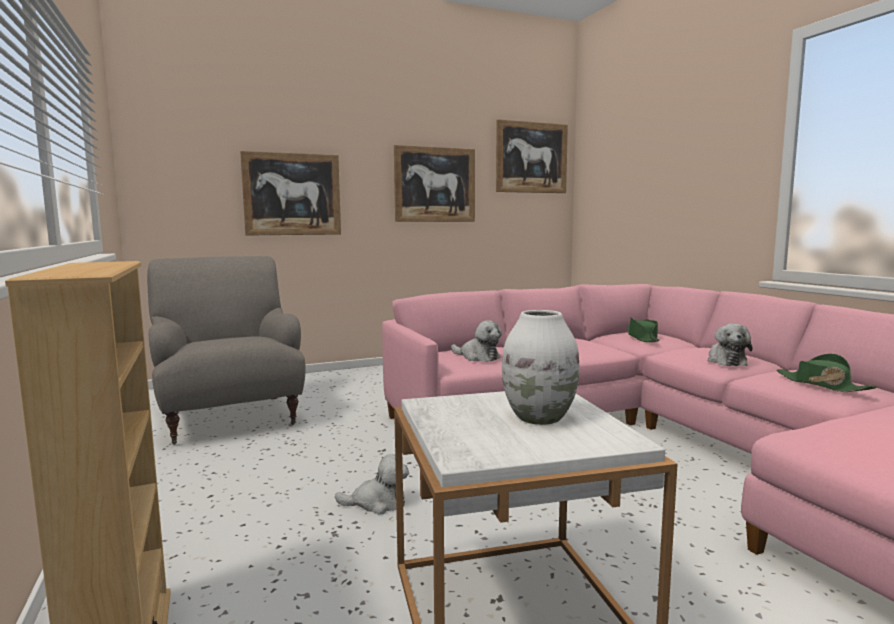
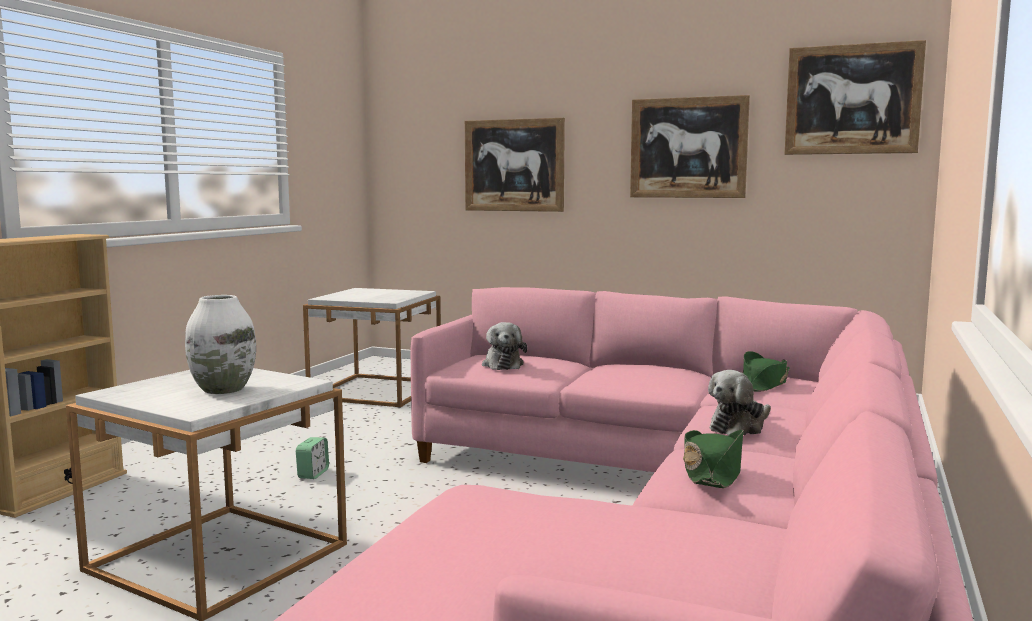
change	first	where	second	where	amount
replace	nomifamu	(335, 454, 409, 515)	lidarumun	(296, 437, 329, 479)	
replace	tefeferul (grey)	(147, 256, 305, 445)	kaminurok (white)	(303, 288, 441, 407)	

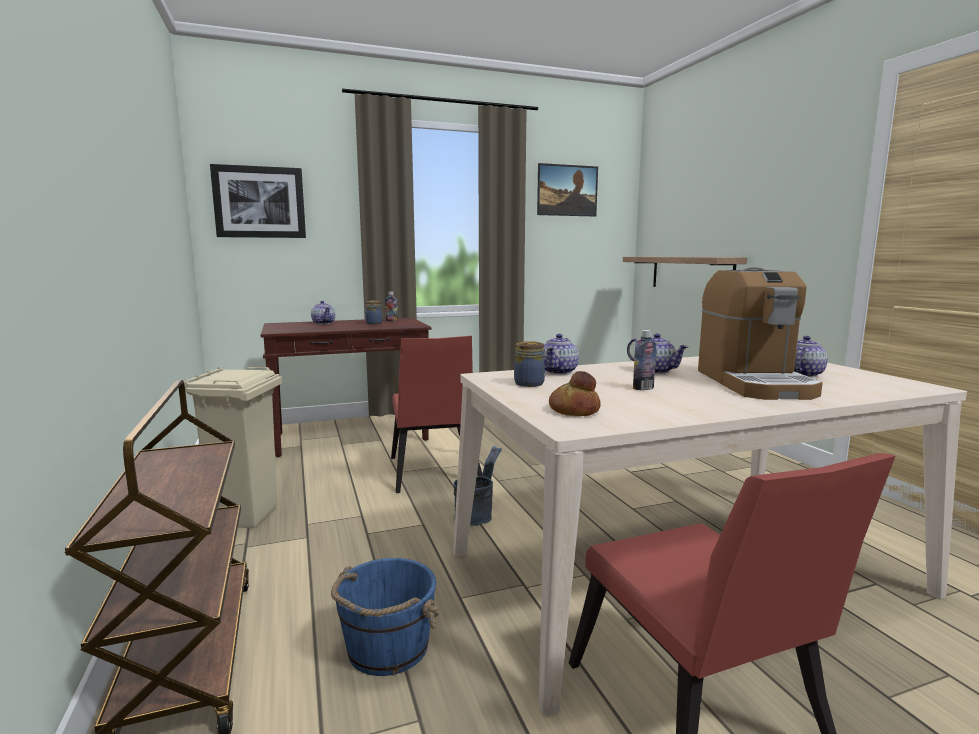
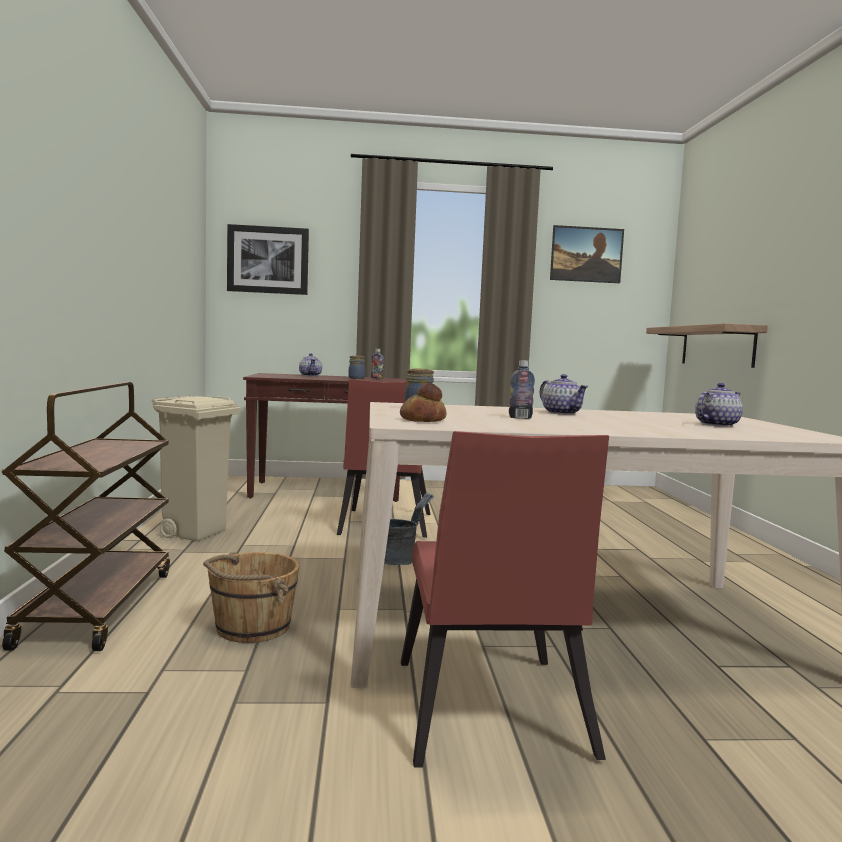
change	first	where	second	where	amount
recolor	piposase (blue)	(331, 558, 440, 676)	piposase (brown)	(203, 552, 300, 643)	
delete	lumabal	(543, 334, 579, 375)			
delete	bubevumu	(698, 267, 823, 400)			

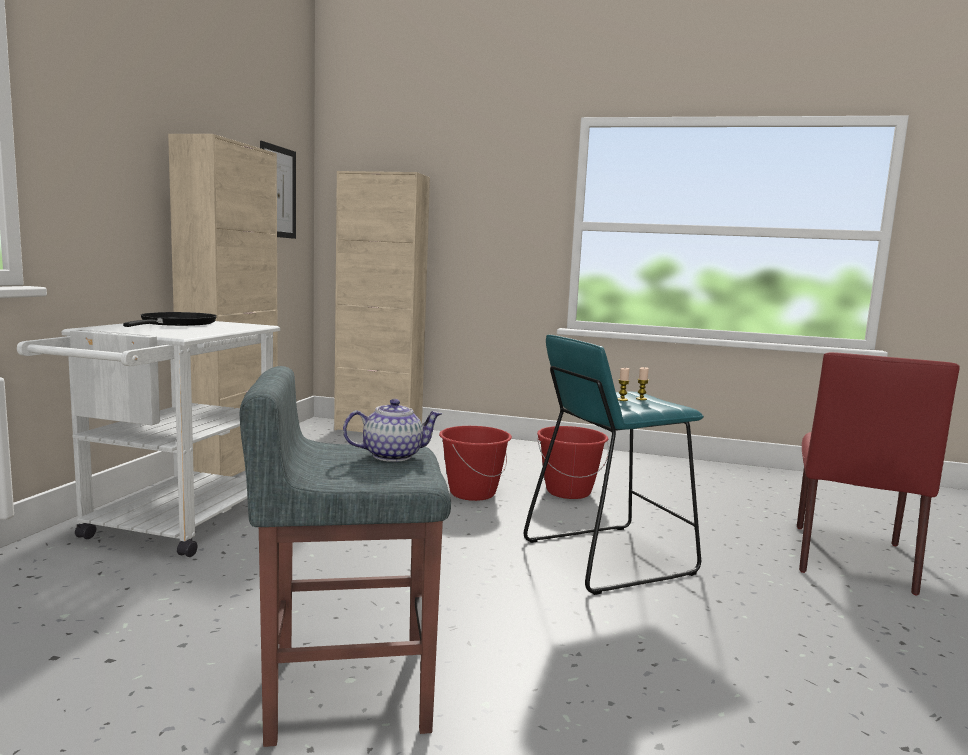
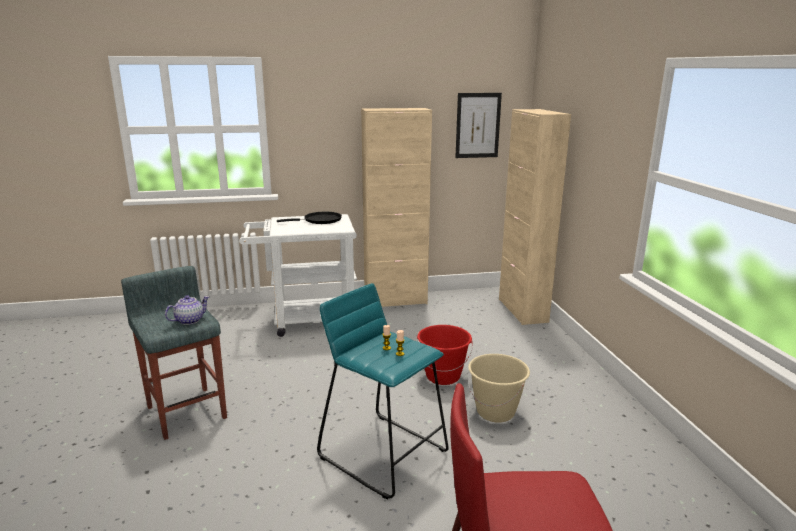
change	first	where	second	where	amount
rotate	lumabal	(343, 399, 442, 462)		(165, 295, 210, 325)	90 degrees counterclockwise
recolor	piposase (red)	(537, 426, 609, 499)	piposase (beige)	(468, 354, 530, 423)	

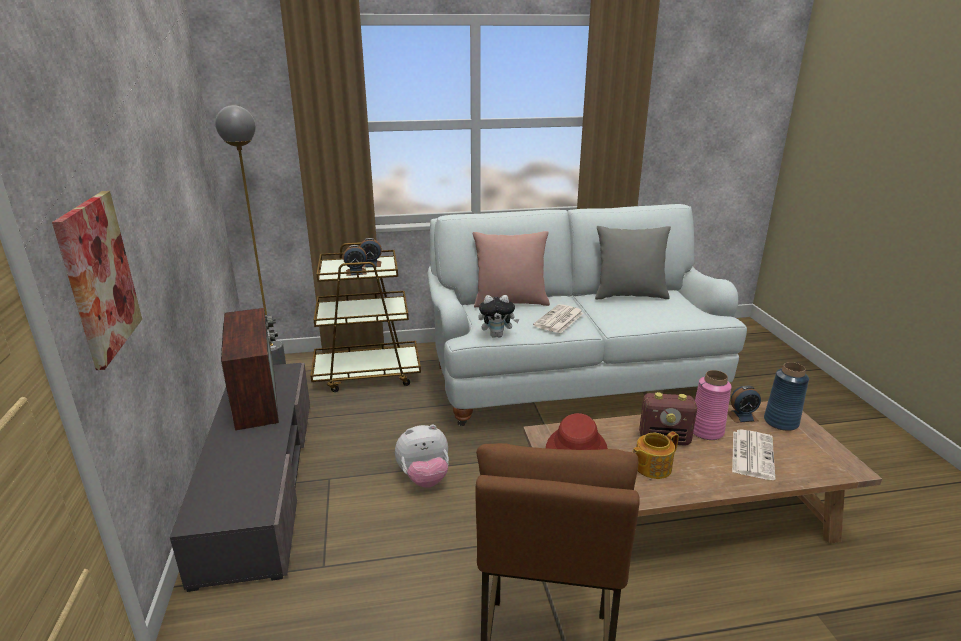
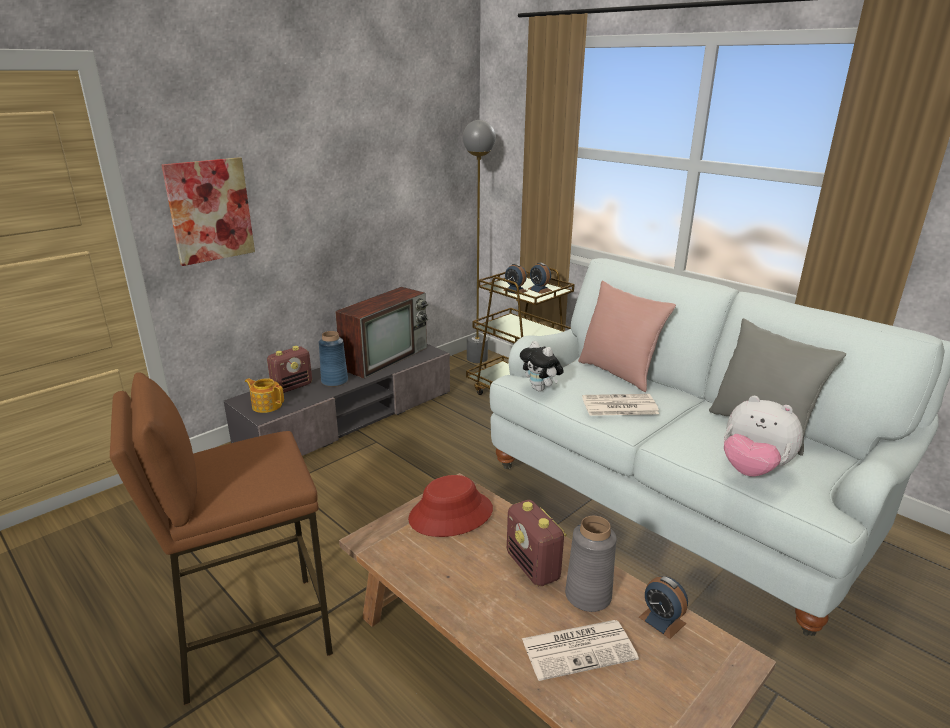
change	first	where	second	where	amount
move	lumabal	(632, 431, 679, 479)		(245, 378, 284, 413)	
insert			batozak	(267, 346, 312, 393)	
move	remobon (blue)	(764, 362, 809, 431)		(319, 331, 348, 387)	
recolor	remobon (pink)	(693, 370, 732, 440)	remobon (grey)	(565, 516, 617, 612)	
move	nomifamu	(395, 425, 449, 488)		(724, 396, 803, 477)	

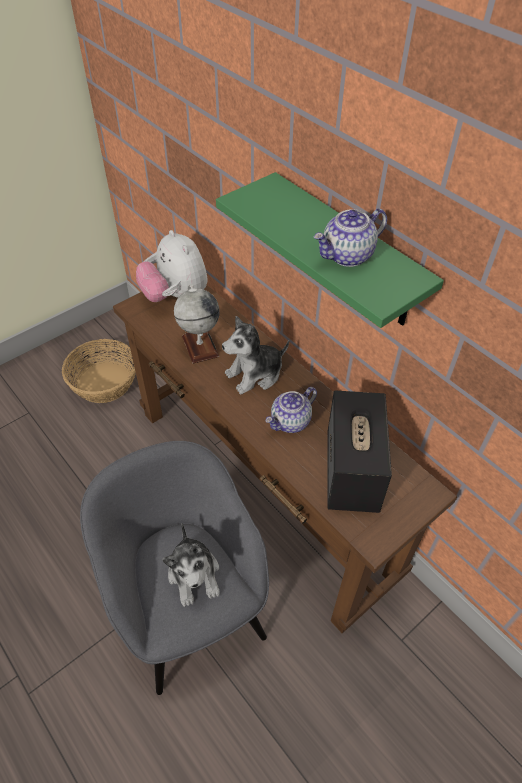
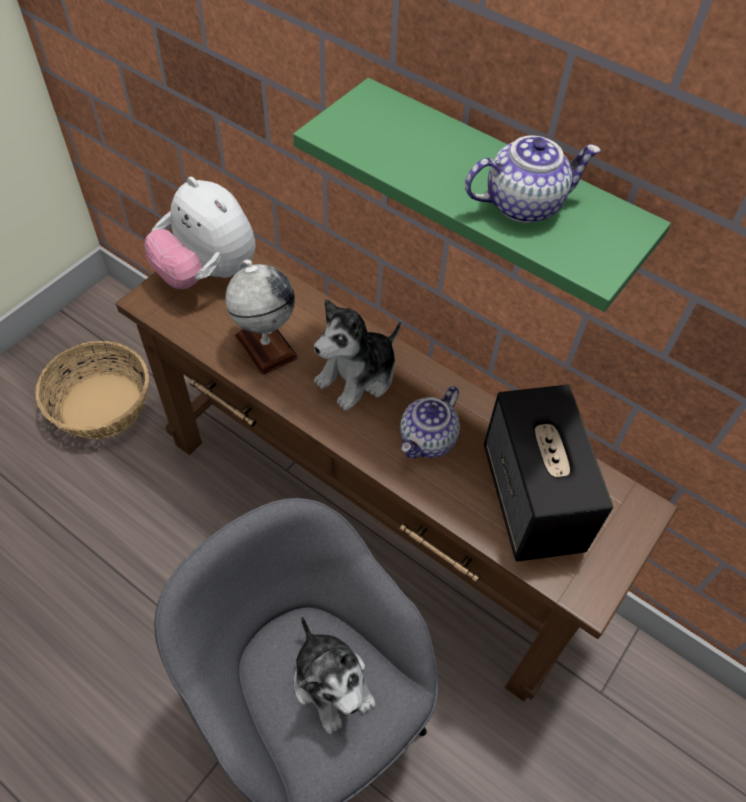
change	first	where	second	where	amount
rotate	lumabal	(314, 208, 387, 267)		(465, 135, 601, 223)	150 degrees counterclockwise

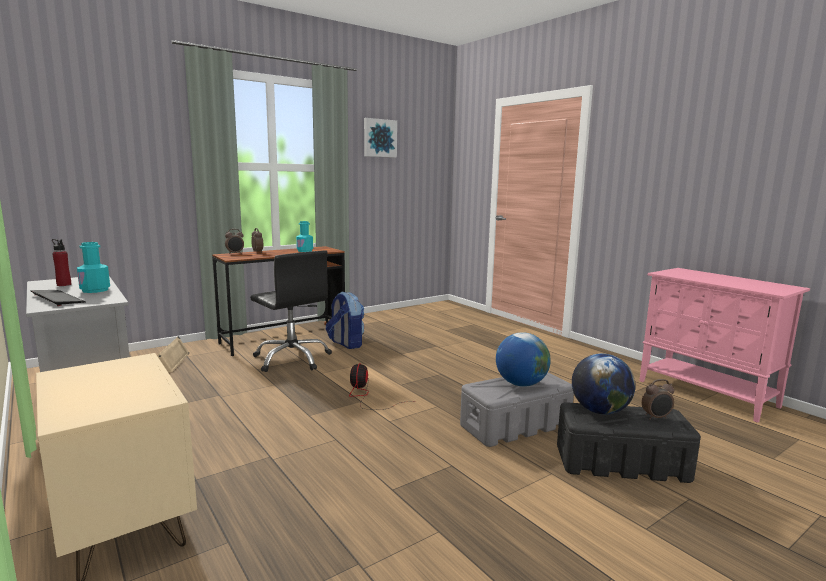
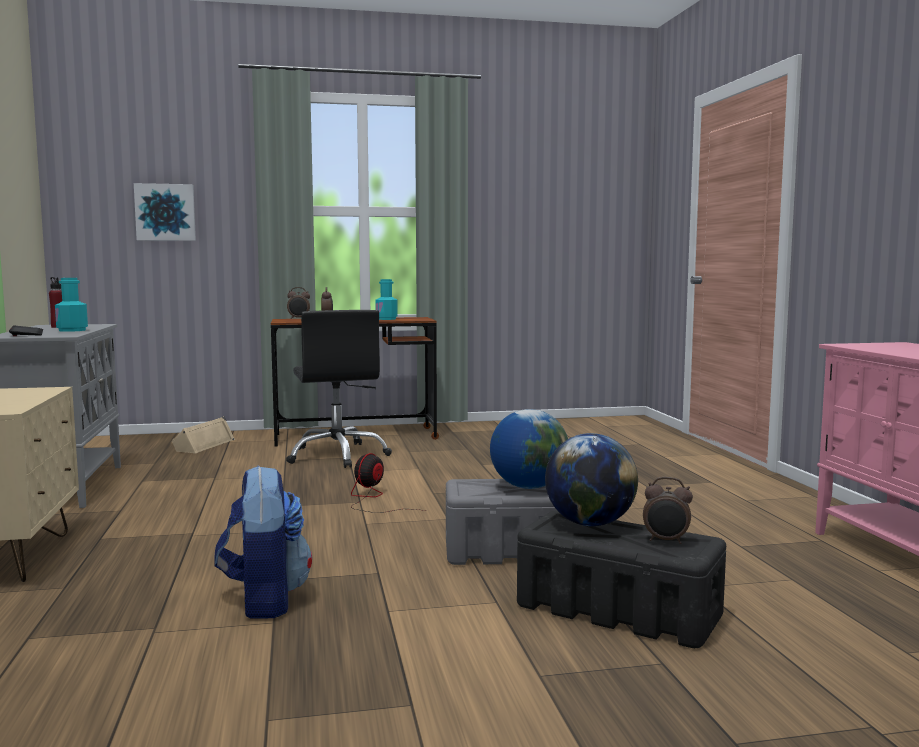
change	first	where	second	where	amount
move	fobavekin	(364, 118, 397, 158)		(134, 183, 196, 241)	
move	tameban	(326, 292, 364, 349)		(215, 465, 312, 619)	

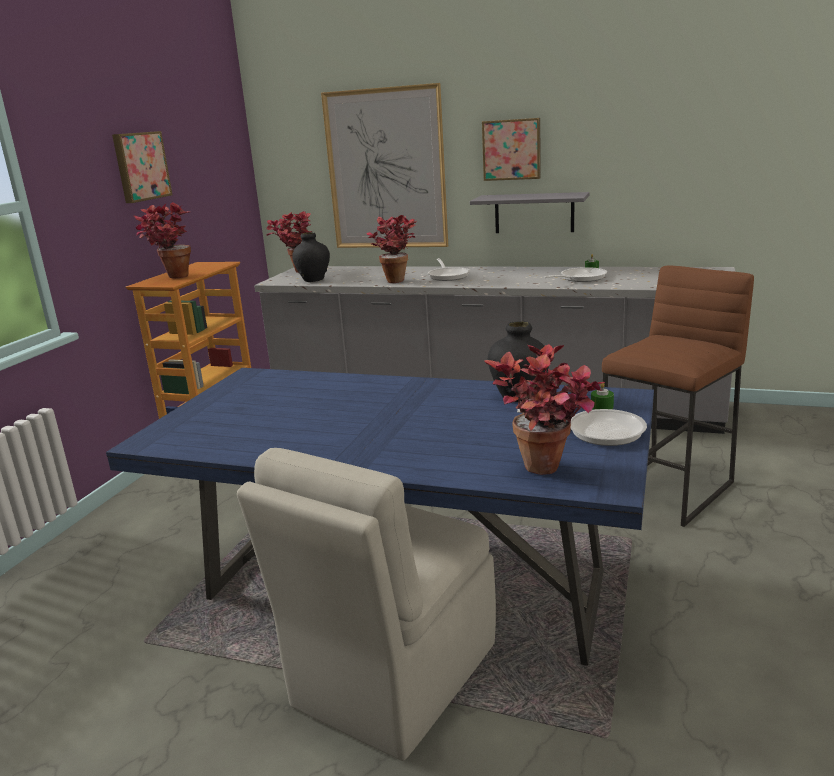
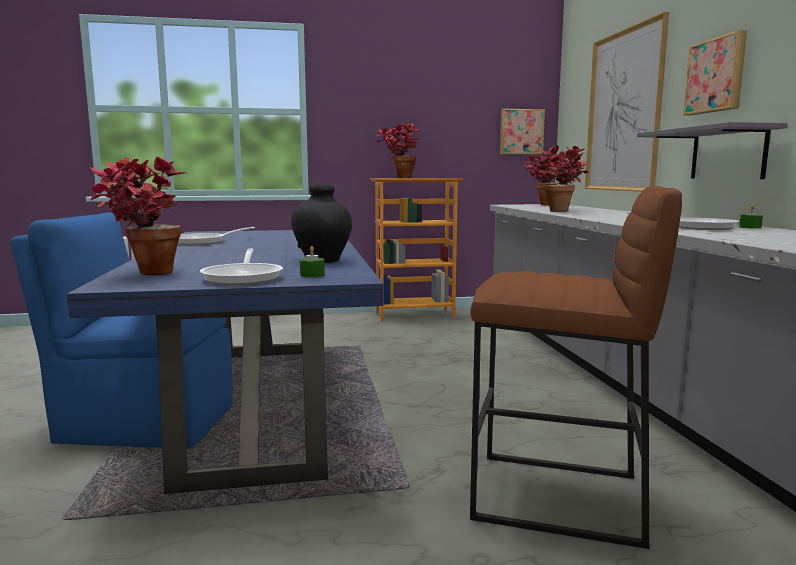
change	first	where	second	where	amount
recolor	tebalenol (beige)	(237, 448, 496, 761)	tebalenol (blue)	(10, 212, 233, 449)	
move	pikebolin	(428, 258, 470, 281)		(178, 227, 255, 245)	
move	fobavekin	(112, 131, 173, 203)		(500, 109, 545, 155)	
delete	remobon (black)	(292, 232, 330, 282)			

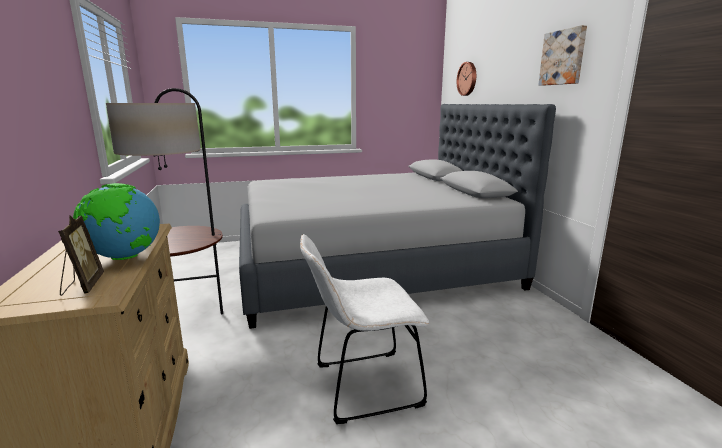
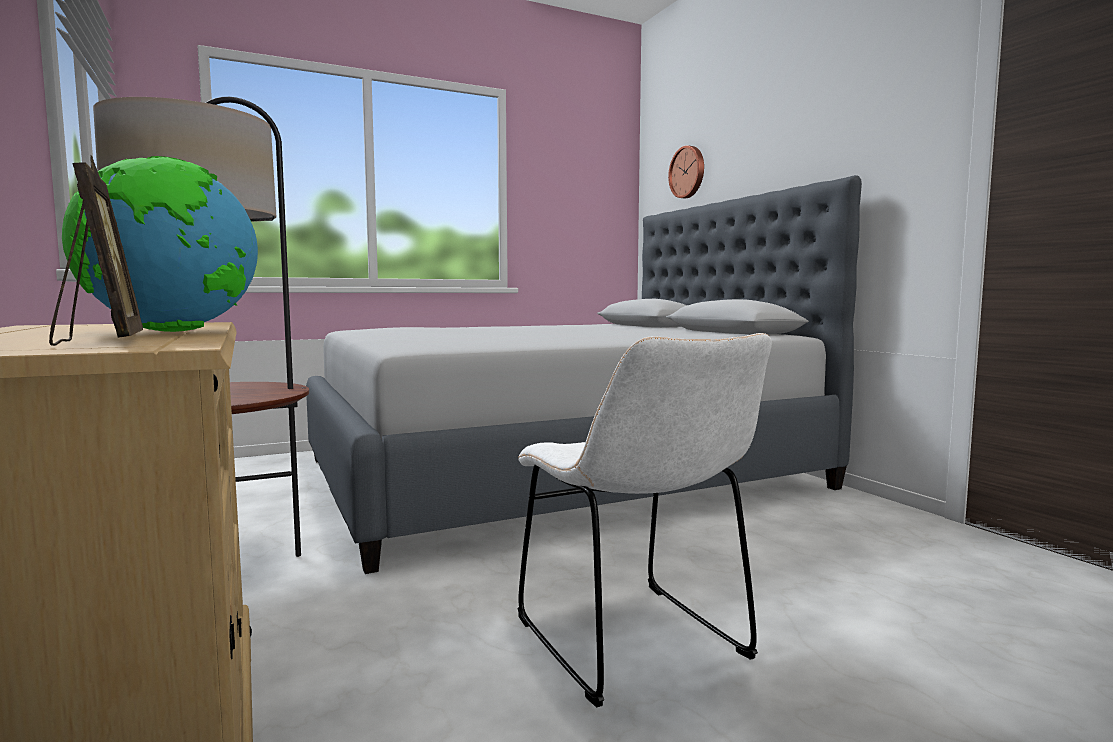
change	first	where	second	where	amount
rotate	tebalenol (white)	(300, 234, 429, 424)		(518, 333, 772, 707)	90 degrees counterclockwise
delete	fobavekin	(538, 25, 587, 86)			

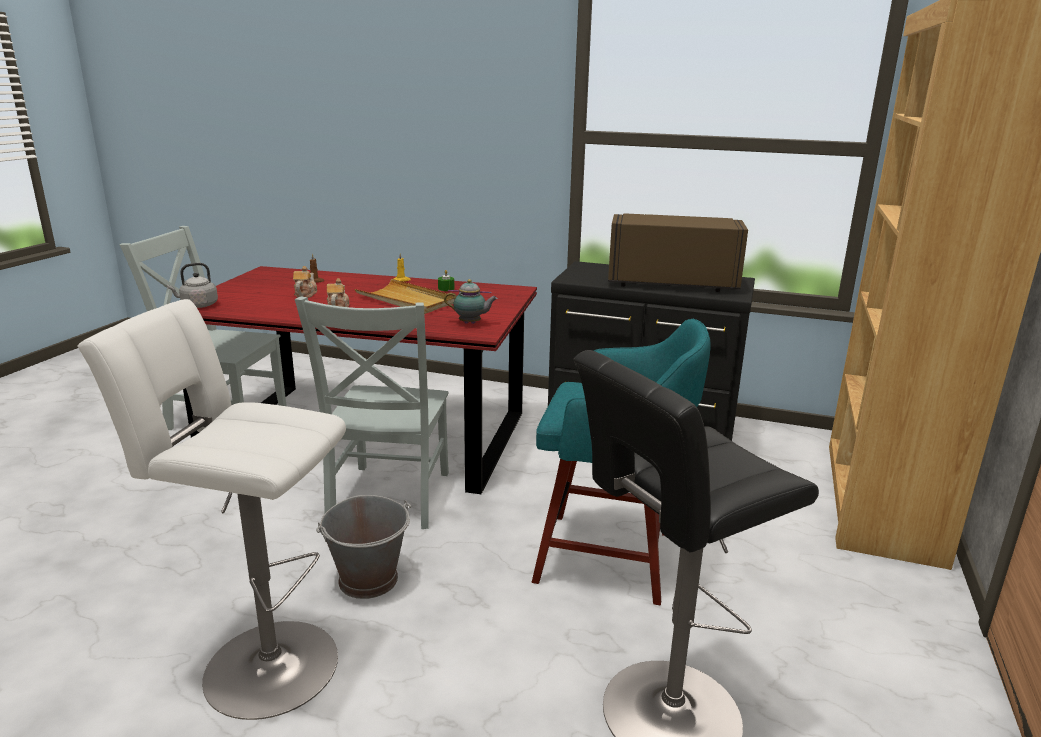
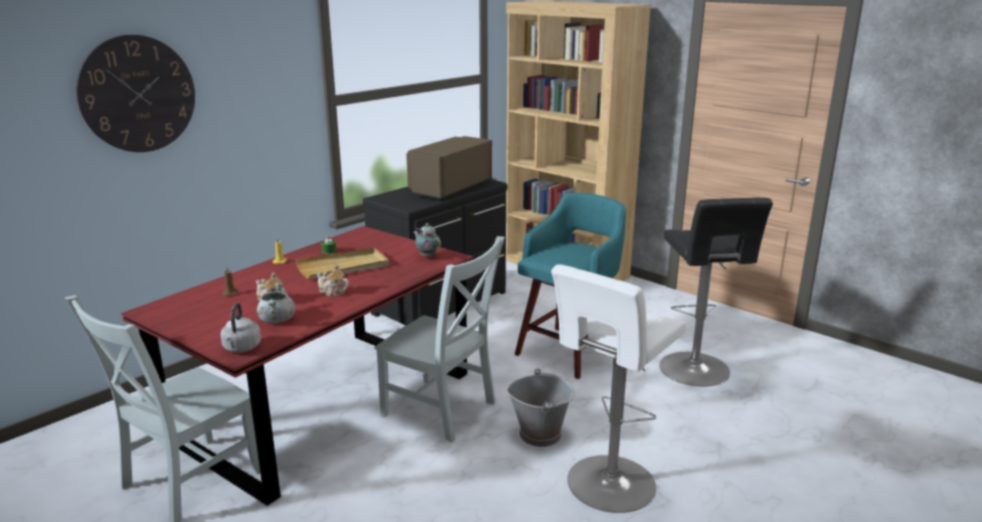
change	first	where	second	where	amount
insert			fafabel	(76, 35, 195, 152)	
insert			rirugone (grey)	(257, 283, 295, 323)	
rotate	lumabal	(444, 279, 498, 324)		(414, 223, 441, 258)	75 degrees counterclockwise

